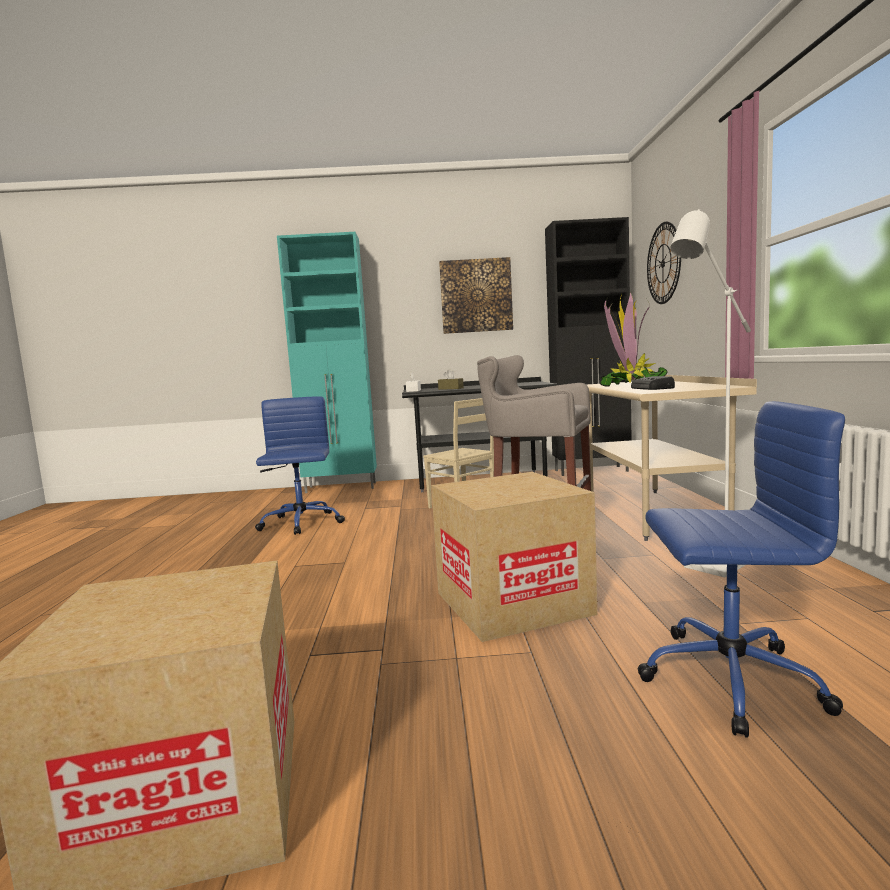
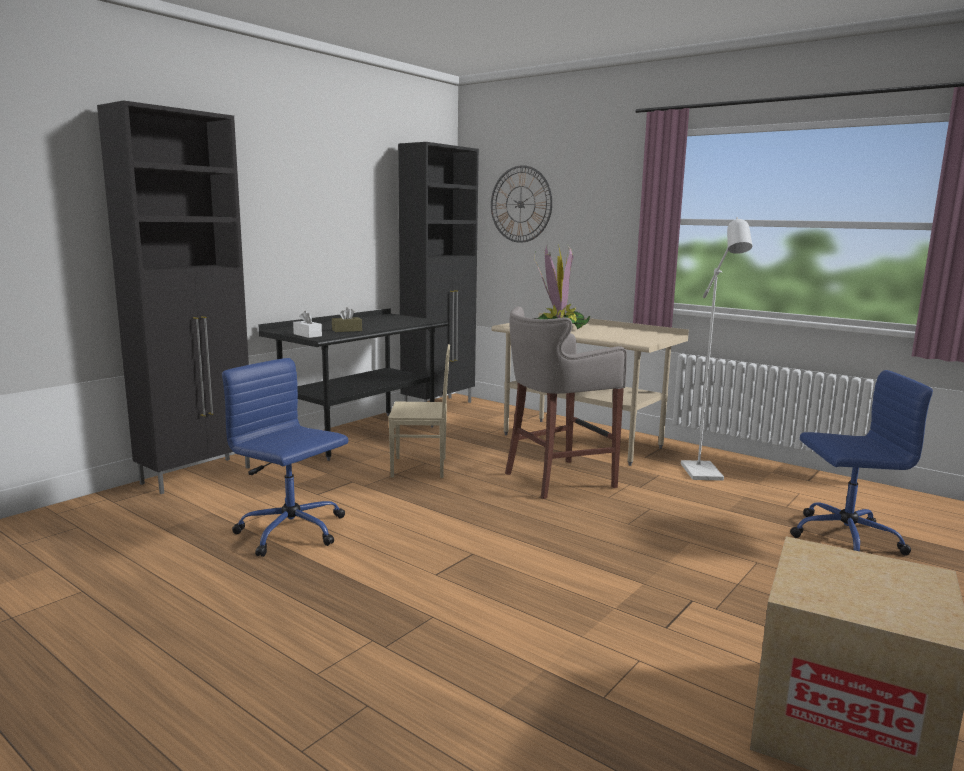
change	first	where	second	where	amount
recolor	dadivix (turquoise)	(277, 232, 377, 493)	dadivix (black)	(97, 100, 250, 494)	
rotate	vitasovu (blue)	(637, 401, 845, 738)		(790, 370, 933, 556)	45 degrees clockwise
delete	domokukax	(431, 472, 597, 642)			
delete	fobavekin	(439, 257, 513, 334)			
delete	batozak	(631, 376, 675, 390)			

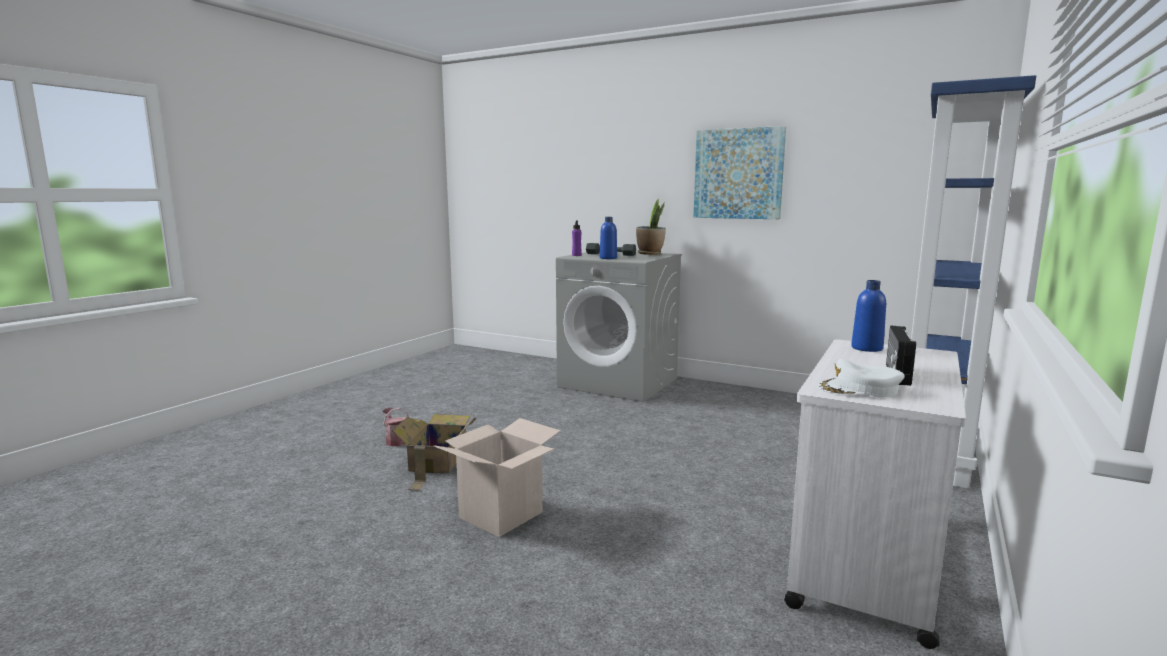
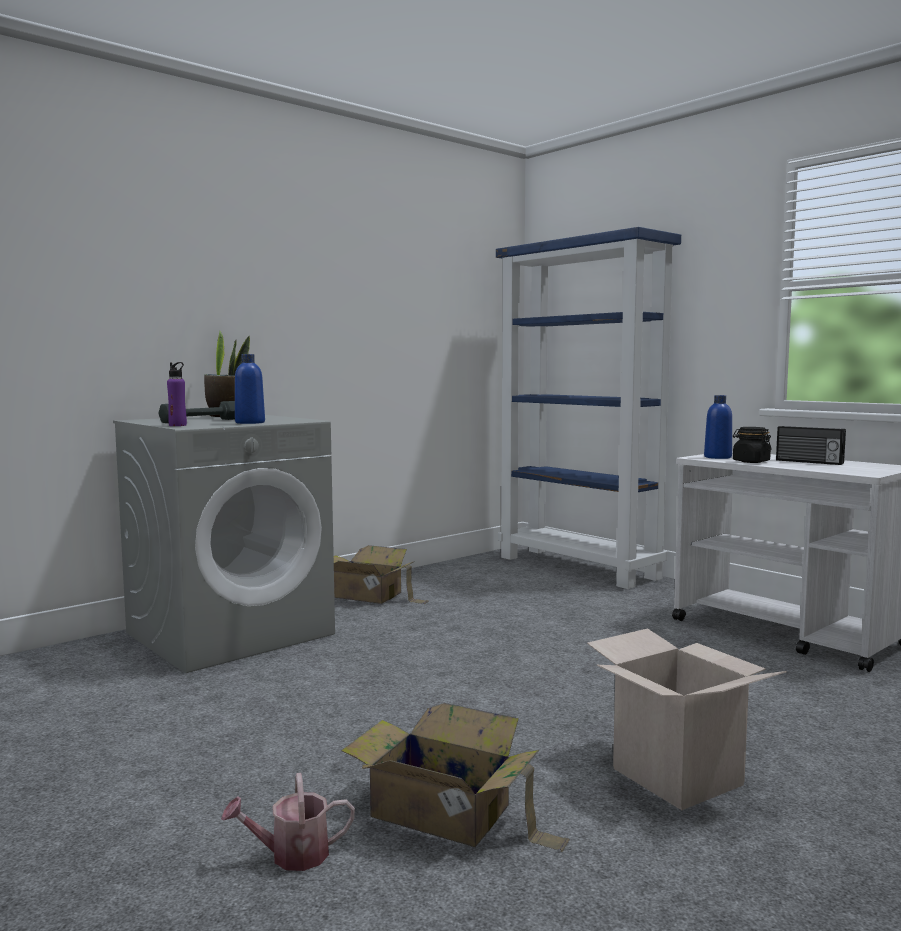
change	first	where	second	where	amount
insert			domokukax	(334, 545, 429, 604)	
insert			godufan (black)	(733, 427, 772, 463)	
delete	fobavekin	(693, 126, 786, 219)			
delete	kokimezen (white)	(818, 359, 905, 397)			

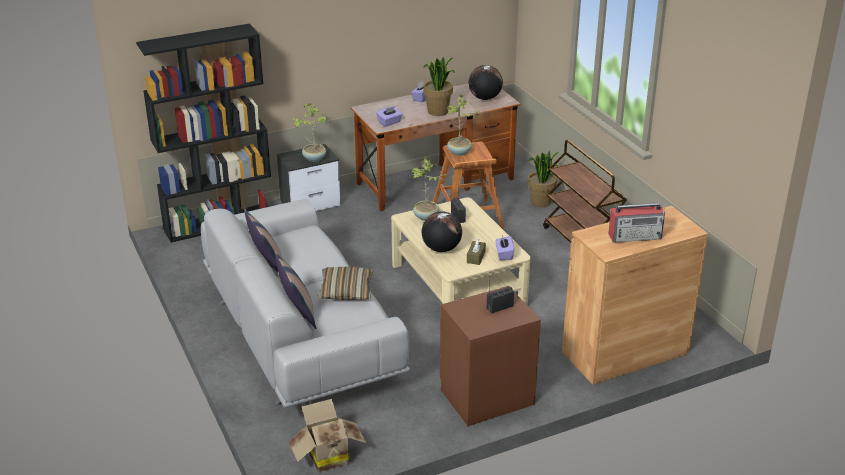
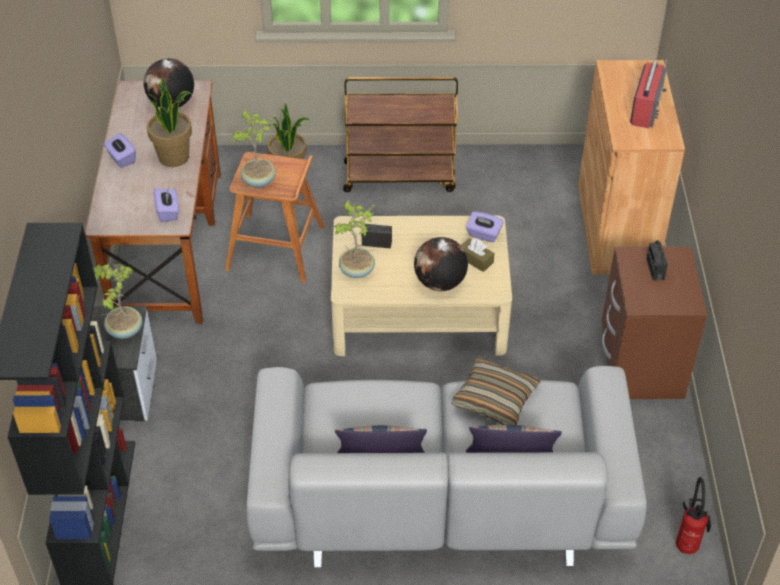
change	first	where	second	where	amount
replace	domokukax	(288, 399, 366, 472)	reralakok	(676, 477, 711, 554)	

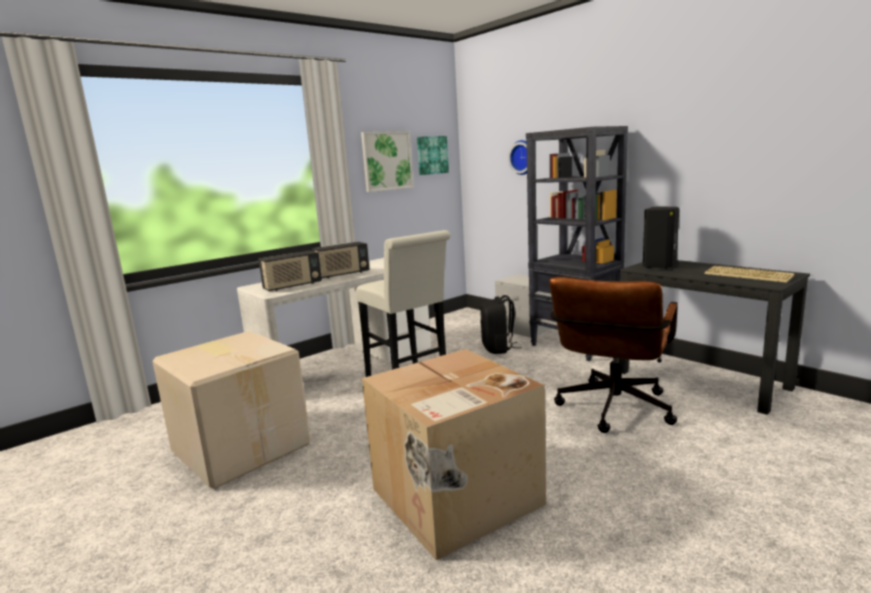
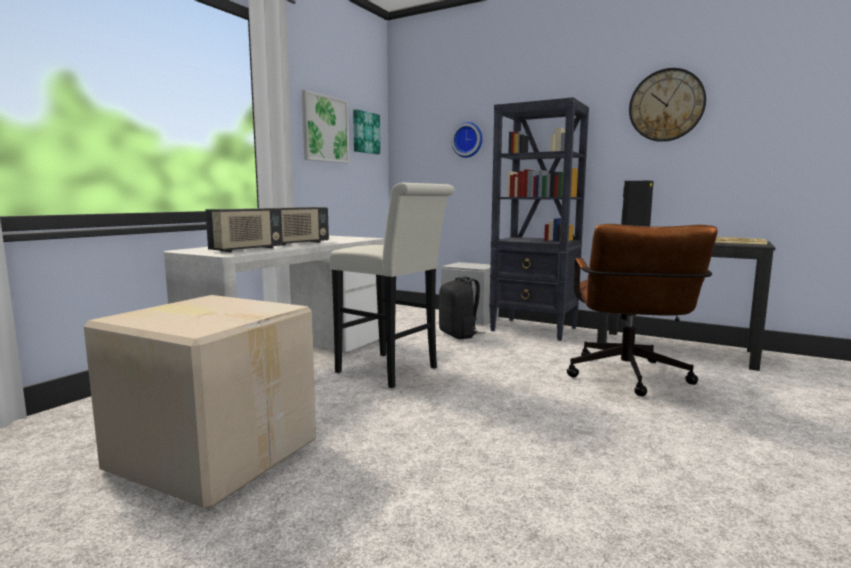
change	first	where	second	where	amount
insert			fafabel	(629, 68, 706, 142)	
delete	domokukax	(362, 349, 546, 561)			

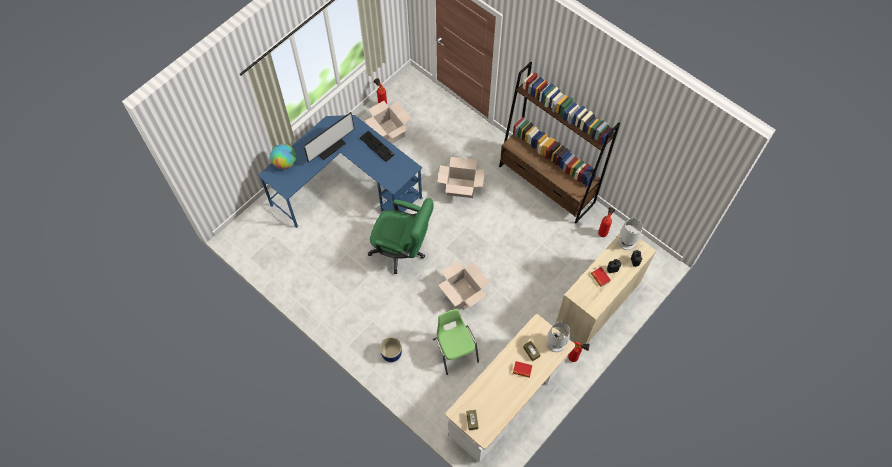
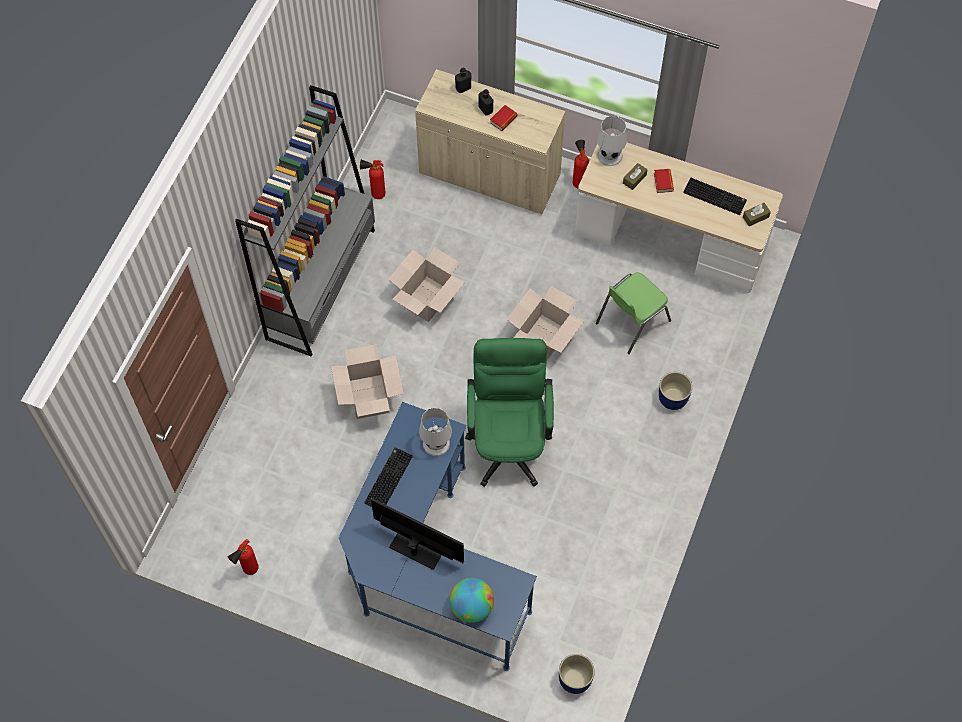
change	first	where	second	where	amount
recolor	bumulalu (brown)	(499, 62, 620, 224)	bumulalu (grey)	(235, 85, 375, 357)	
move	domokukax	(365, 101, 411, 143)		(389, 247, 465, 322)	
move	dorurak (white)	(618, 218, 643, 250)		(419, 408, 452, 456)	
insert			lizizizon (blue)	(559, 654, 595, 694)	
insert			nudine	(683, 178, 747, 215)	

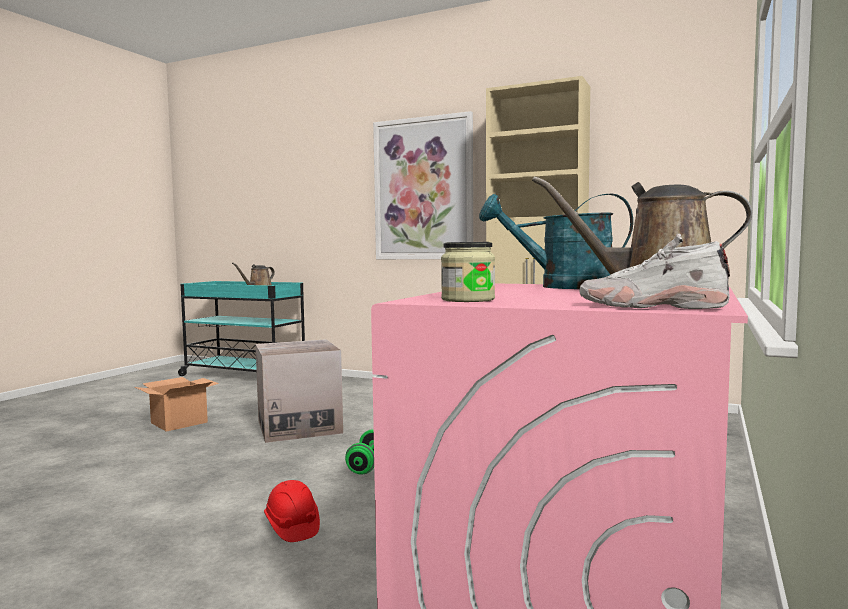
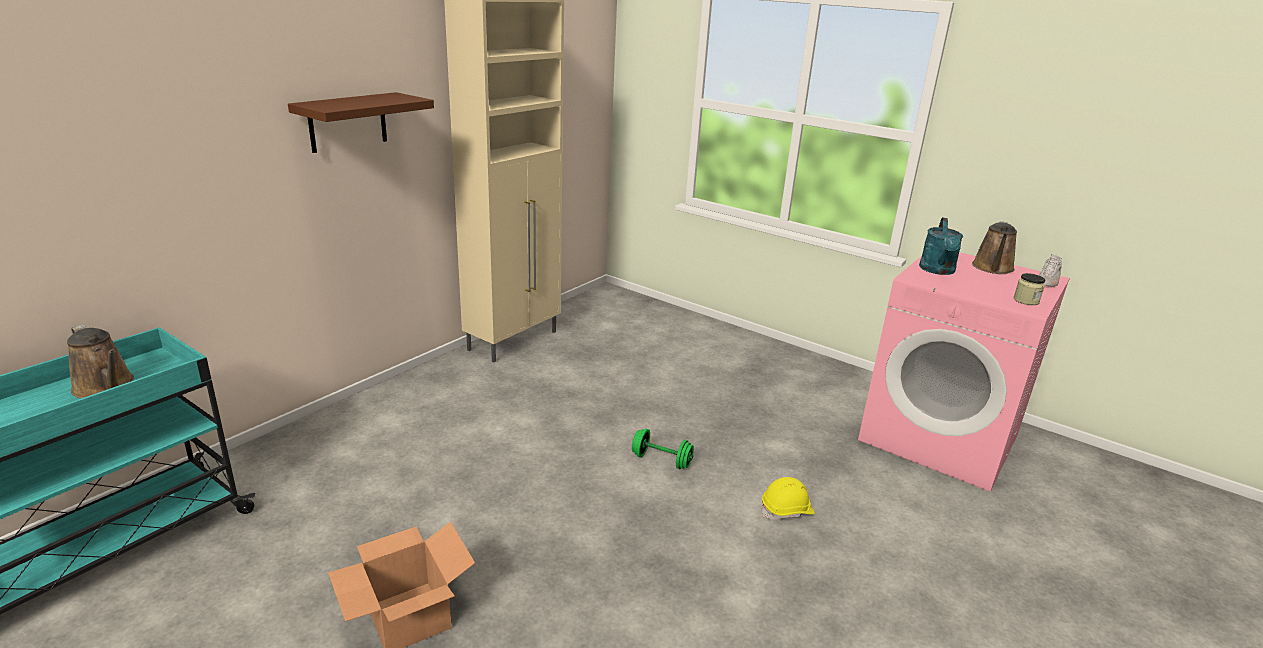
change	first	where	second	where	amount
replace	fobavekin	(373, 111, 473, 259)	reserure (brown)	(288, 92, 434, 153)	
recolor	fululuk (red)	(264, 480, 320, 542)	fululuk (yellow)	(761, 477, 815, 520)	
delete	domokukax	(256, 339, 343, 443)			

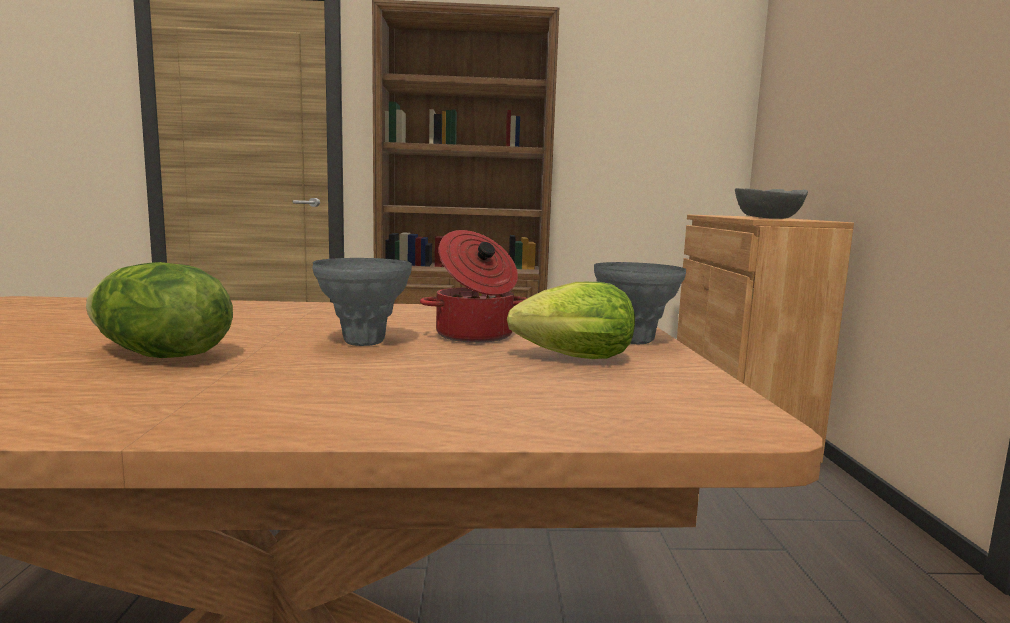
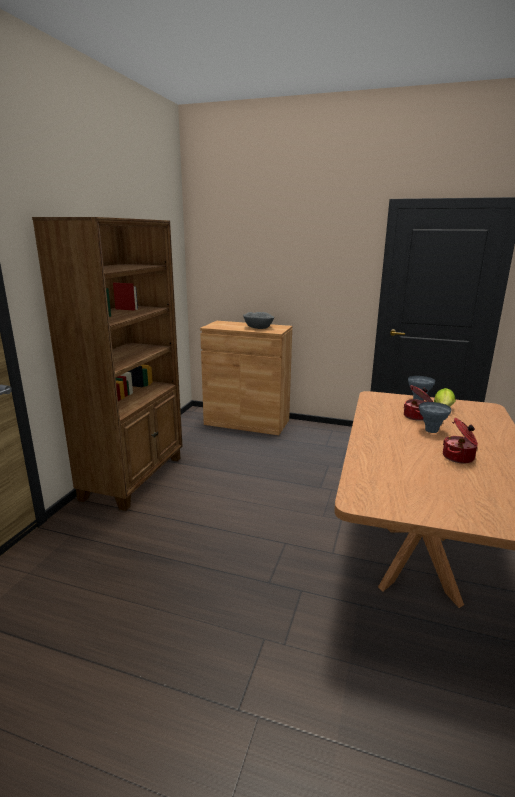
change	first	where	second	where	amount
replace	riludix	(86, 262, 233, 358)	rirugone	(443, 418, 478, 463)	

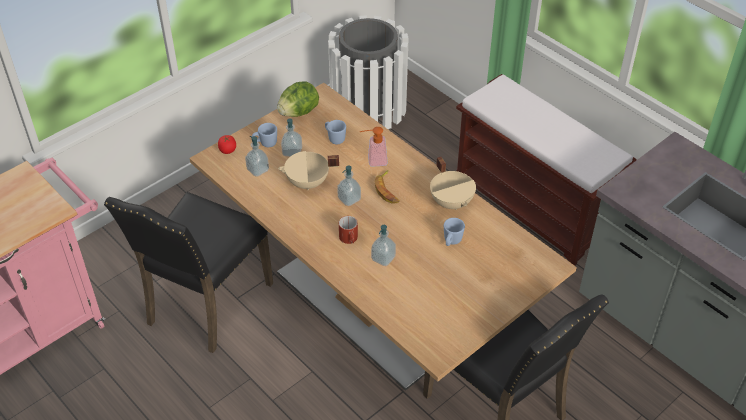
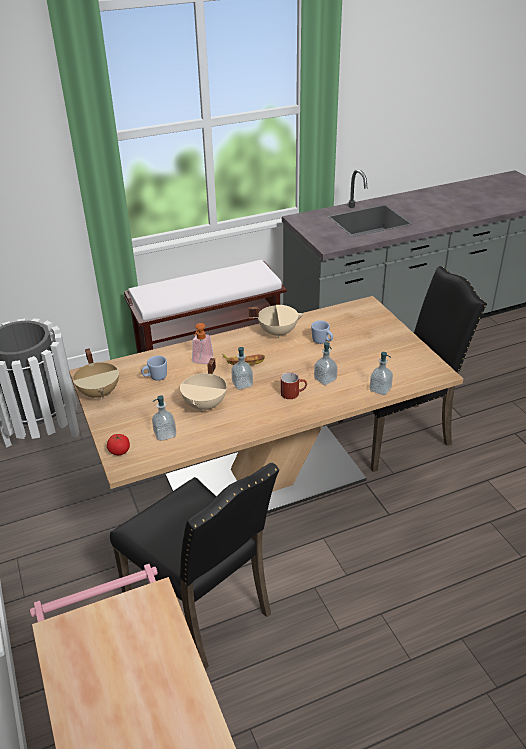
change	first	where	second	where	amount
replace	riludix	(277, 81, 319, 117)	rirugone (beige)	(73, 348, 119, 399)	
move	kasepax	(281, 119, 302, 157)		(370, 352, 393, 395)	
delete	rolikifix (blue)	(252, 123, 277, 147)			

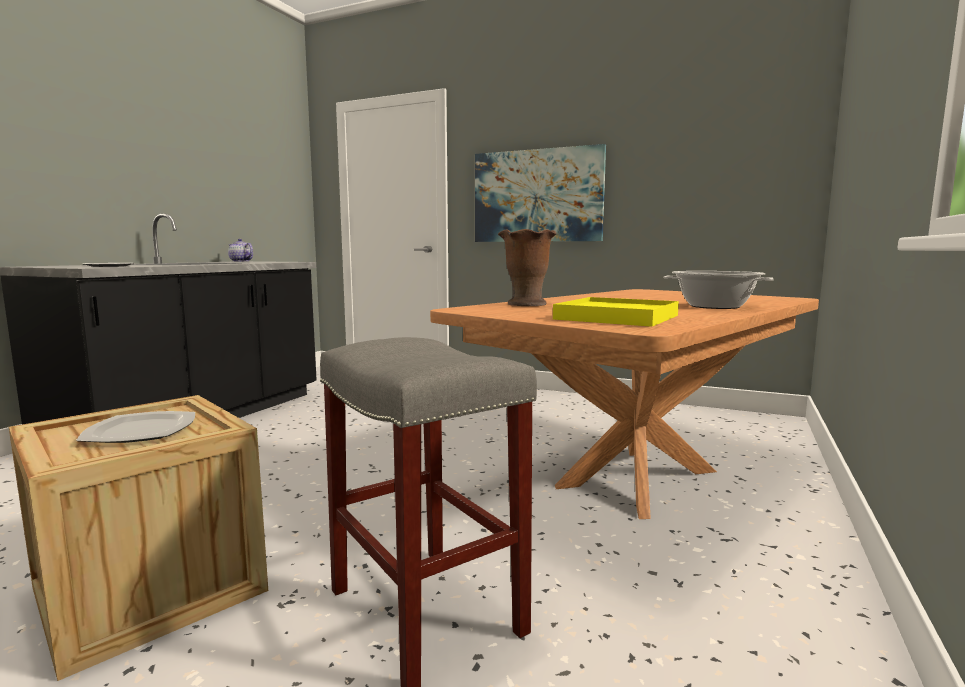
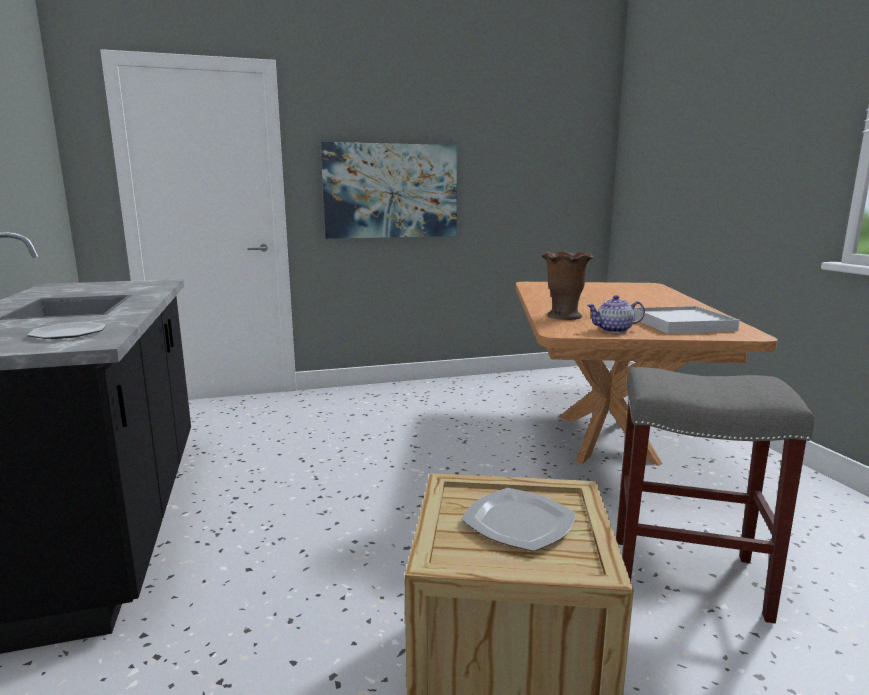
change	first	where	second	where	amount
move	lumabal	(228, 239, 253, 262)		(587, 295, 645, 333)	
recolor	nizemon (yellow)	(553, 297, 679, 327)	nizemon (white)	(634, 306, 740, 334)	
delete	rirugone	(663, 271, 774, 309)			

